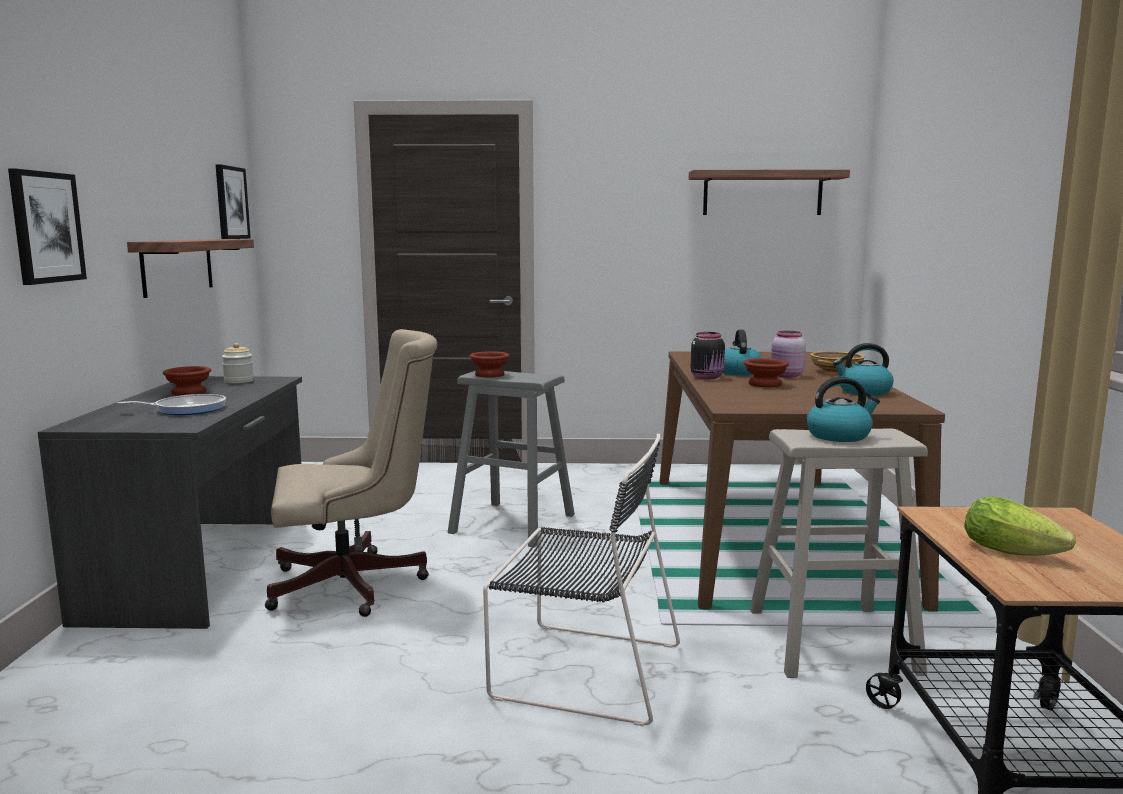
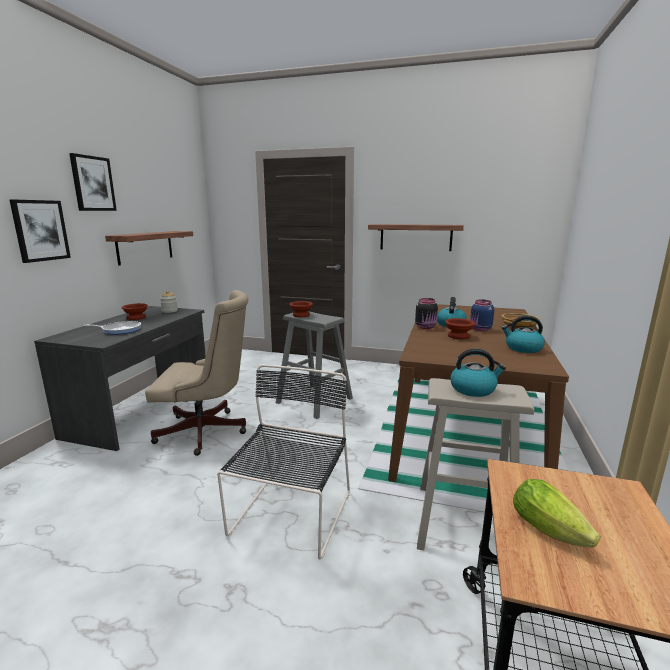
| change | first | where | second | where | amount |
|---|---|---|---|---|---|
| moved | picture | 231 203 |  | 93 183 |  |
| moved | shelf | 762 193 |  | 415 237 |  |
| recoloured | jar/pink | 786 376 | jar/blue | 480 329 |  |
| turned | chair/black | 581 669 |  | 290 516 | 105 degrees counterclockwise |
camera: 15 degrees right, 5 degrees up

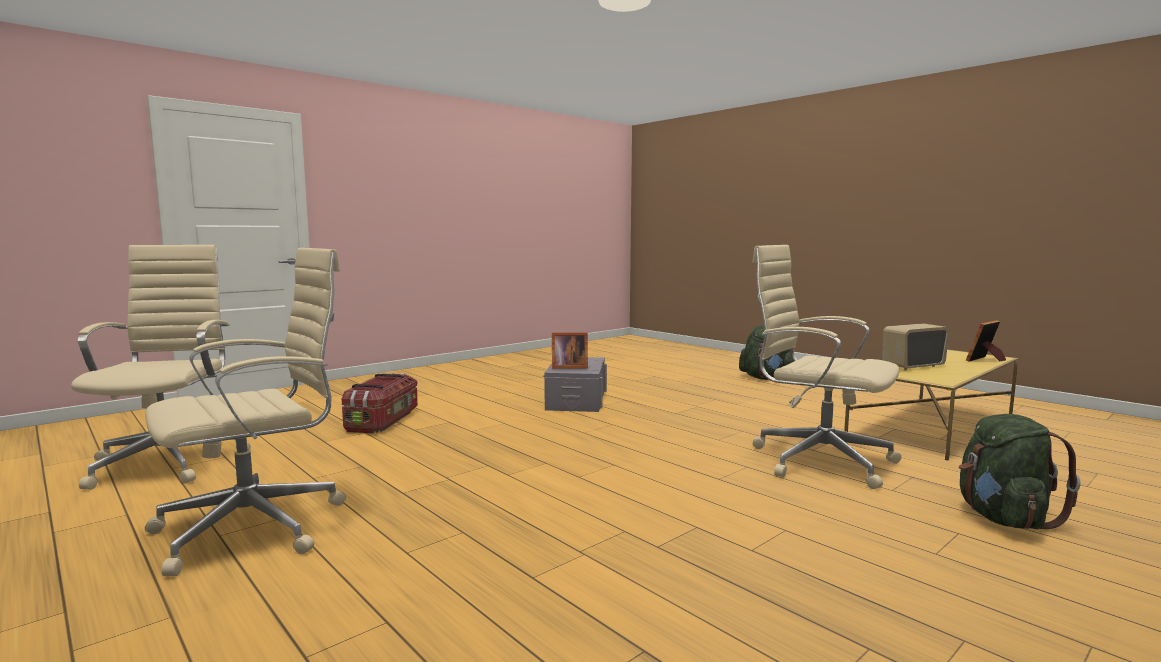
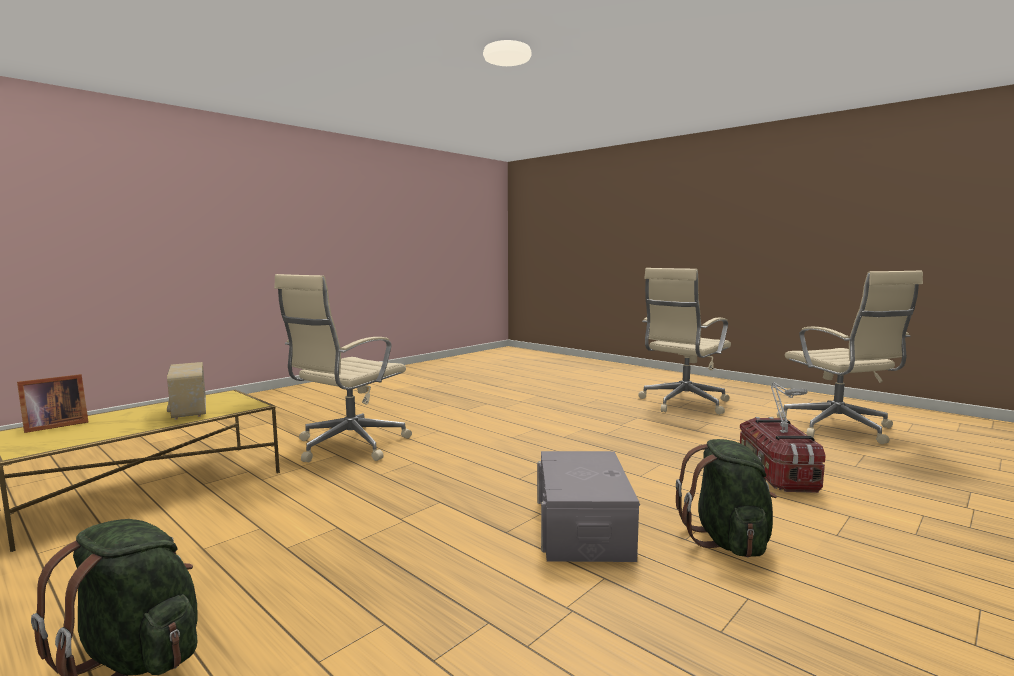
| change | first | where | second | where | amount |
|---|---|---|---|---|---|
| turned | office chair/beige | 818 460 |  | 348 446 | 90 degrees clockwise |
| turned | radio | 912 366 |  | 188 412 | 90 degrees clockwise |
| removed | picture frame | 568 367 |  |  |  |
| moved | backpack/green | 1003 518 |  | 727 540 |  |
| added |  |  | table lamp/grey | 782 431 |  |
camera: 175 degrees right, 0 degrees up

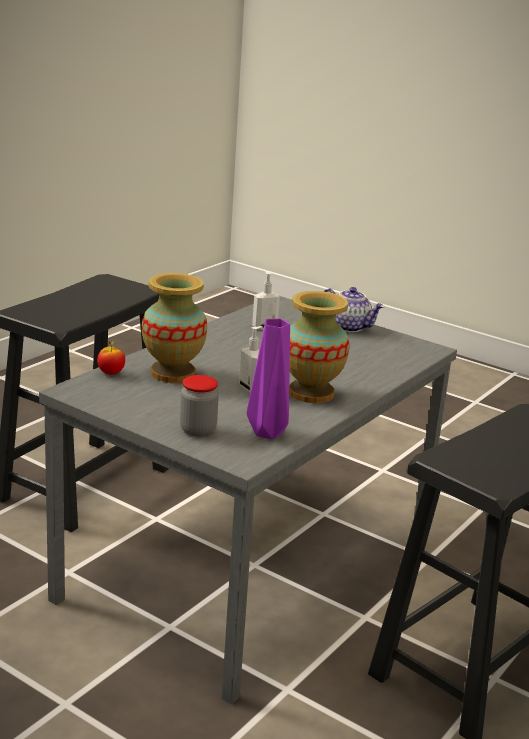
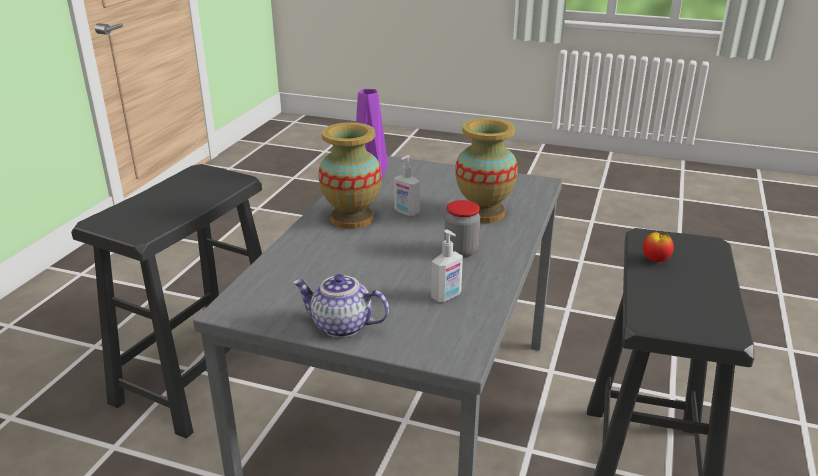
| change | first | where | second | where | amount |
|---|---|---|---|---|---|
| moved | apple | 111 373 |  | 655 260 |  |
| moved | jar | 198 430 |  | 461 251 |  |
camera: 165 degrees right, 5 degrees up

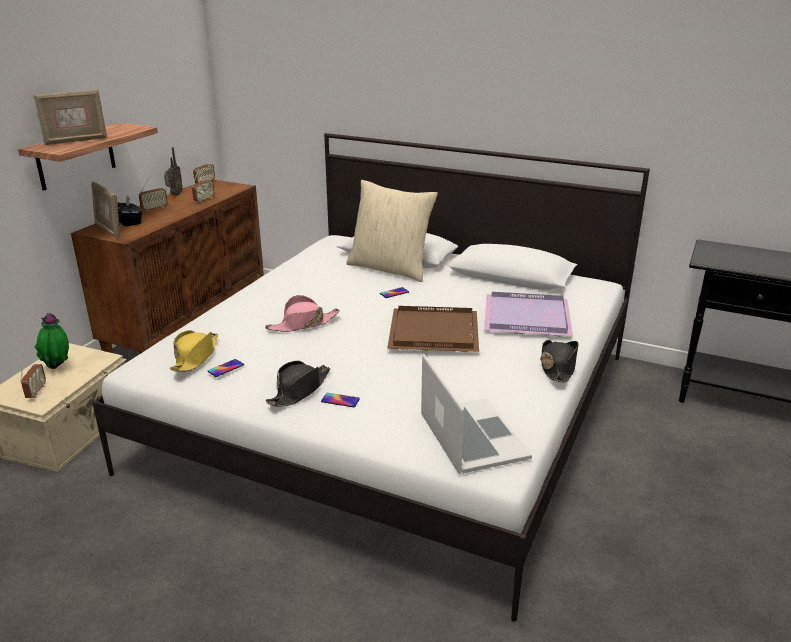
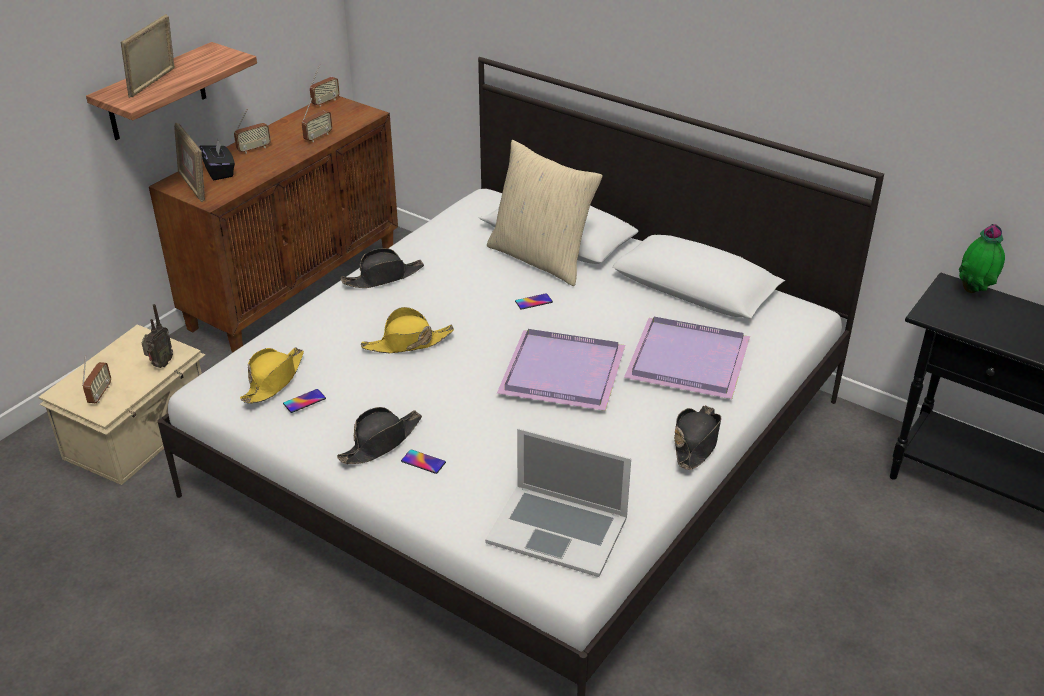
| change | first | where | second | where | amount |
|---|---|---|---|---|---|
| turned | picture frame | 76 141 |  | 154 83 | 135 degrees clockwise |
| moved | radio | 174 195 |  | 160 365 |  |
| recoloured | hat/pink | 303 324 | hat/yellow | 407 343 |  |
| recoloured | tray/brown | 435 333 | tray/purple | 564 374 |  |
| moved | potted plant | 58 367 |  | 974 291 |  |
| turned | laptop | 472 435 |  | 557 529 | 120 degrees clockwise |
| added |  |  | hat/black | 383 277 |  |
camera: 10 degrees right, 10 degrees up

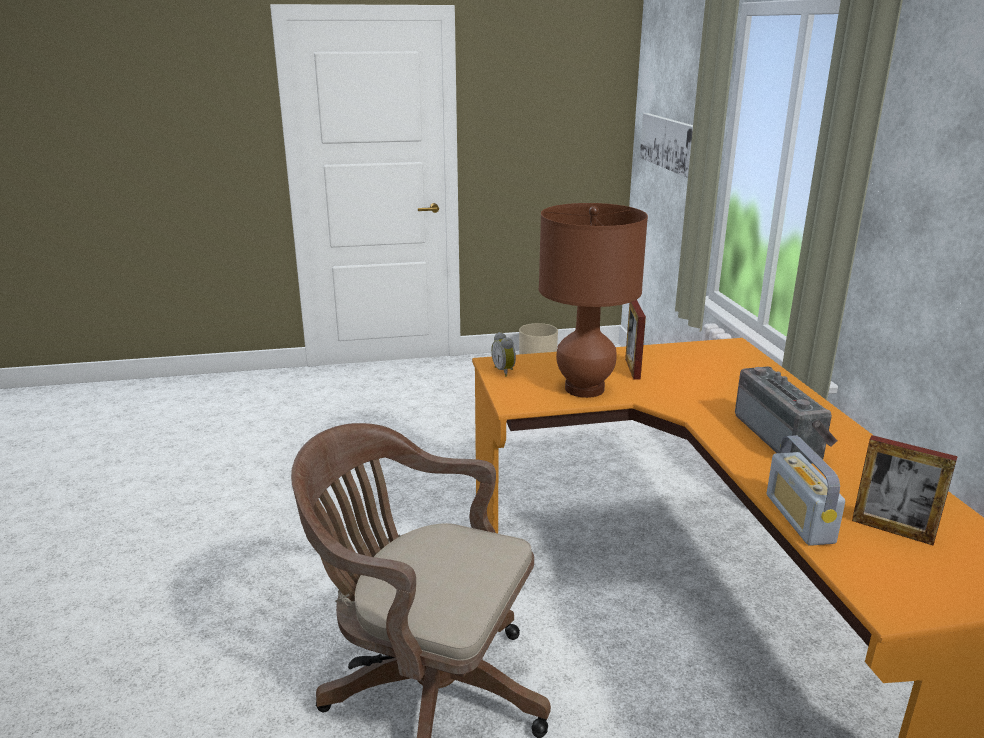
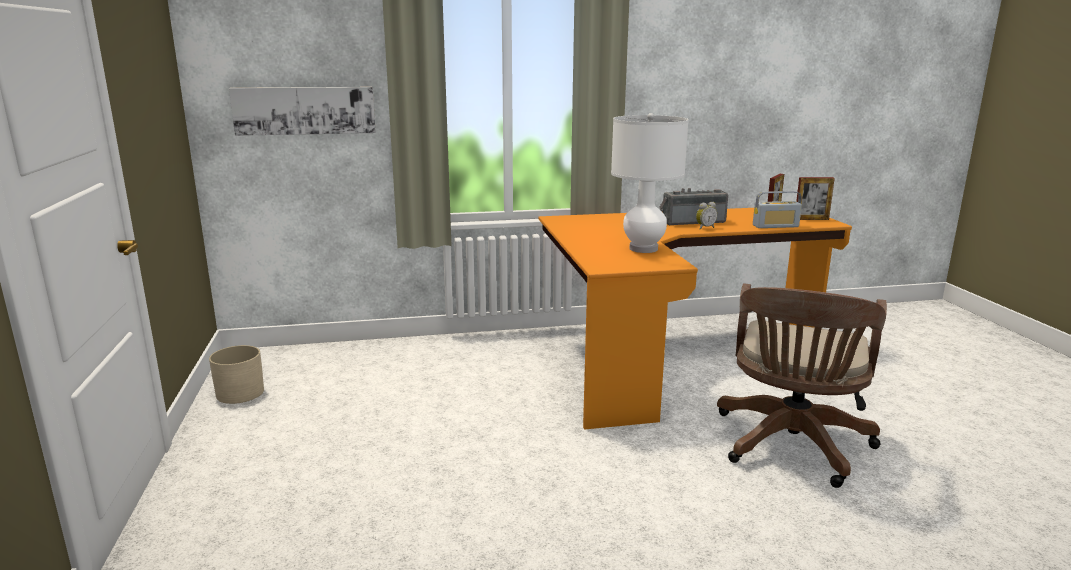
| change | first | where | second | where | amount |
|---|---|---|---|---|---|
| recoloured | table lamp/brown | 584 389 | table lamp/white | 643 249 |  |
| moved | picture frame | 632 368 |  | 811 219 |  |
| moved | alarm clock | 505 371 |  | 704 228 |  |
camera: 90 degrees left, 5 degrees down

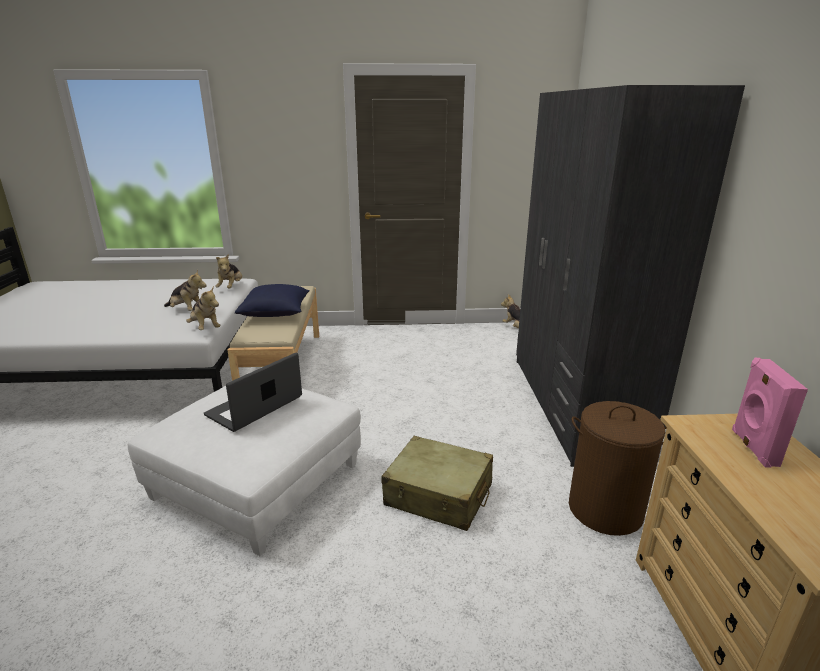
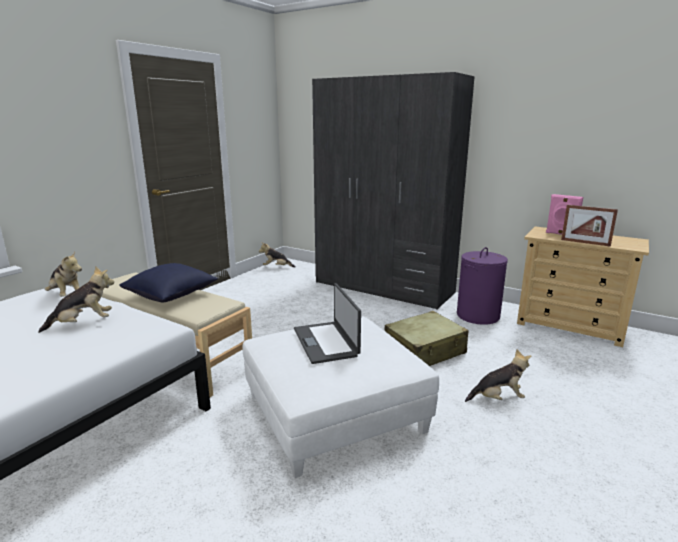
| change | first | where | second | where | amount |
|---|---|---|---|---|---|
| moved | plush toy | 205 328 |  | 498 398 |  |
| recoloured | laundry basket/brown | 605 509 | laundry basket/purple | 478 315 |  |
| added |  |  | picture frame | 585 243 |  |
camera: 55 degrees left, 5 degrees down

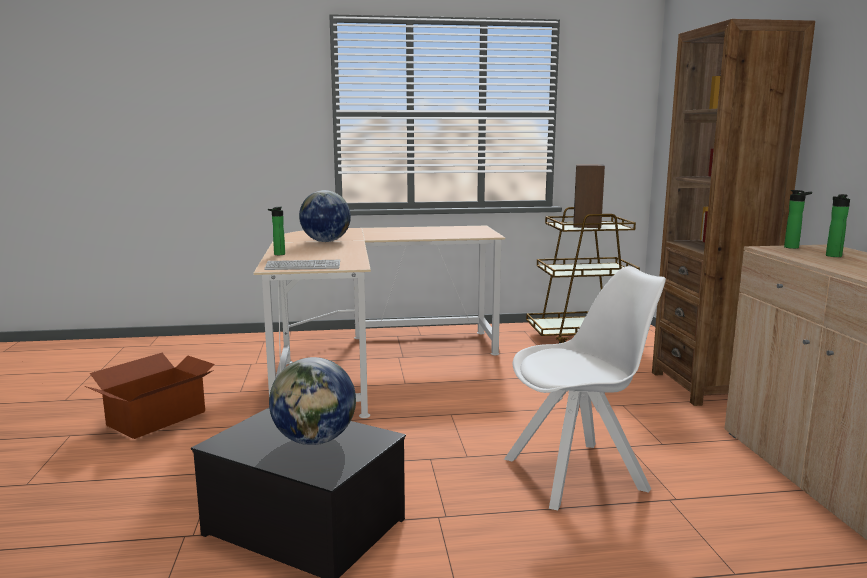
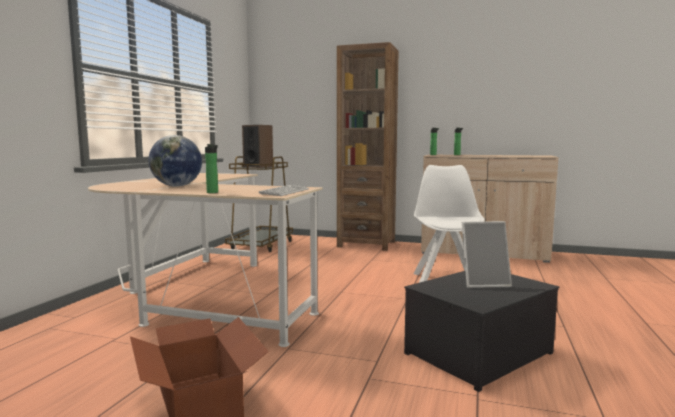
| change | first | where | second | where | amount |
|---|---|---|---|---|---|
| replaced | globe | 315 440 | picture frame | 484 283 |  |
camera: 65 degrees left, 5 degrees down

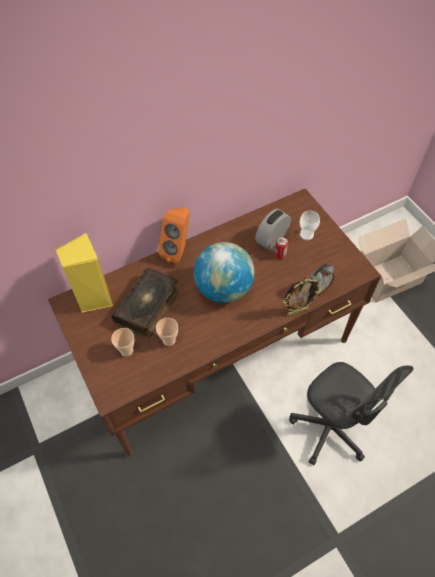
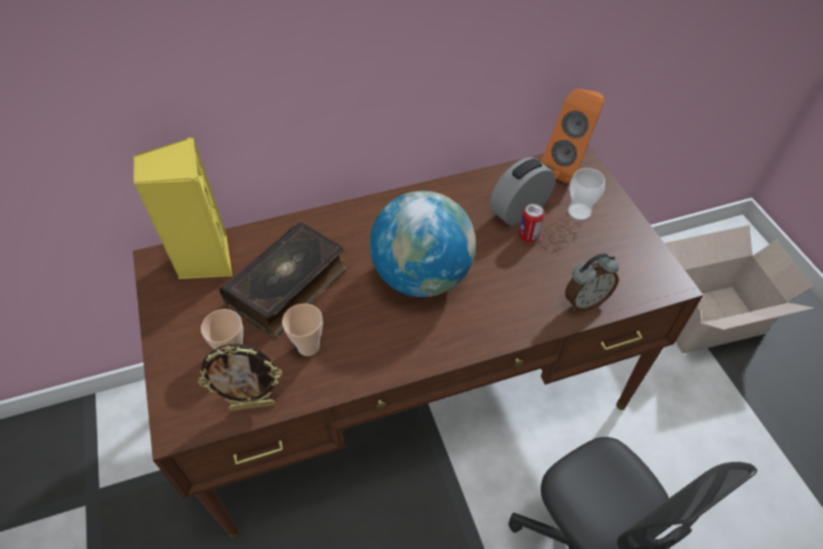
| change | first | where | second | where | amount |
|---|---|---|---|---|---|
| moved | speaker/orange | 178 251 |  | 568 167 |  |
| moved | picture frame | 297 311 |  | 253 405 |  |
camera: 10 degrees right, 5 degrees down

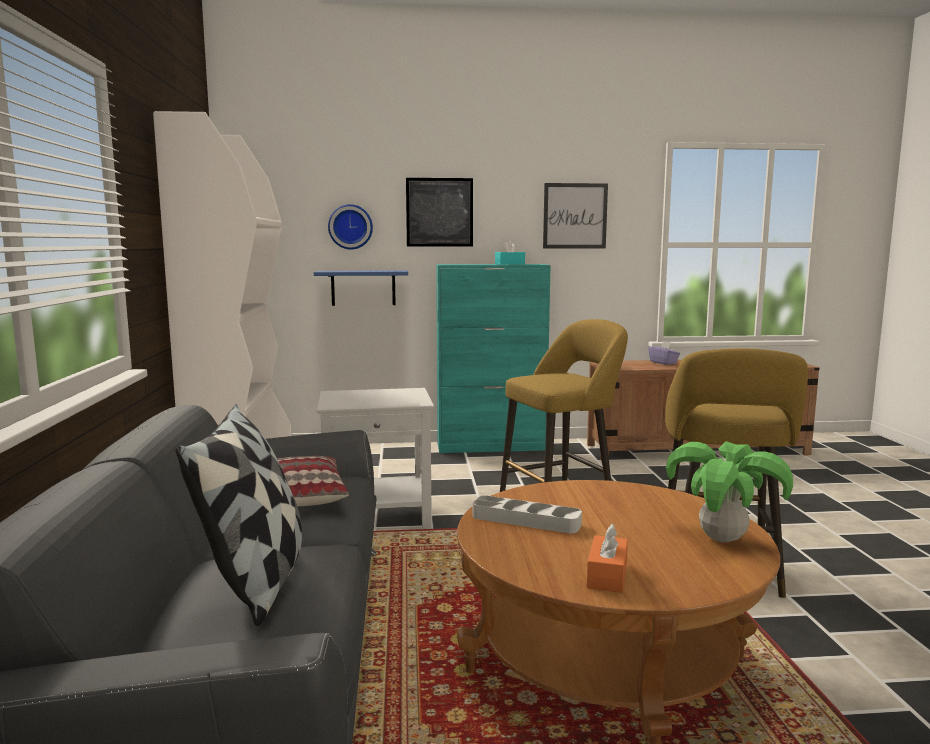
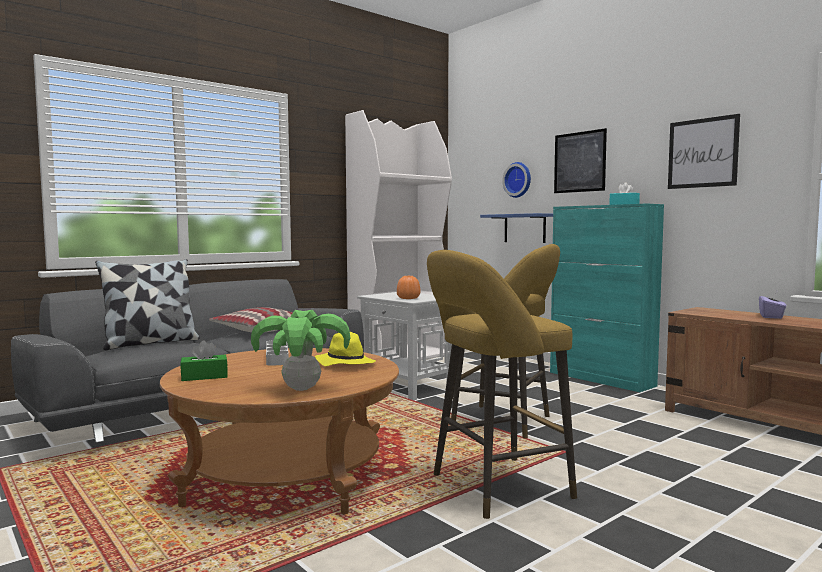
| change | first | where | second | where | amount |
|---|---|---|---|---|---|
| recoloured | tissue box/orange | 607 575 | tissue box/green | 204 376 |  |
| added |  |  | vase/orange | 408 298 |  |
| added |  |  | hat/yellow | 345 363 |  |
camera: 55 degrees right, 5 degrees down

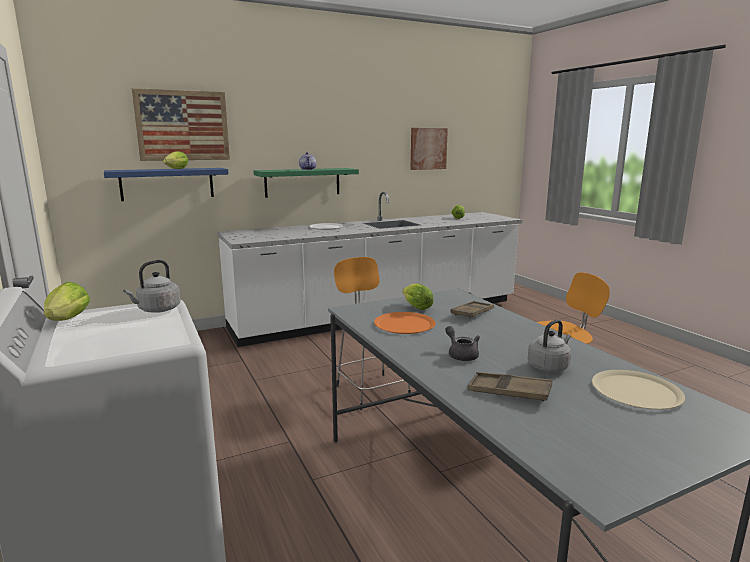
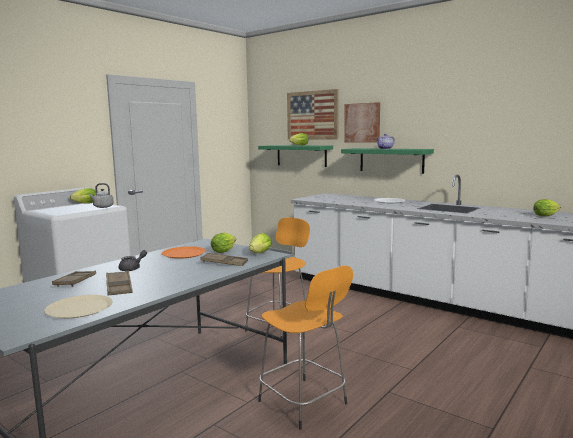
| change | first | where | second | where | amount |
|---|---|---|---|---|---|
| moved | picture | 428 148 |  | 362 123 |  |
| recoloured | shelf/blue | 167 184 | shelf/green | 301 155 |  |
| replaced | kettle/grey | 549 366 | tray/brown | 119 287 |  |
| added |  |  | lettuce | 259 254 |  |
camera: 65 degrees right, 5 degrees down

